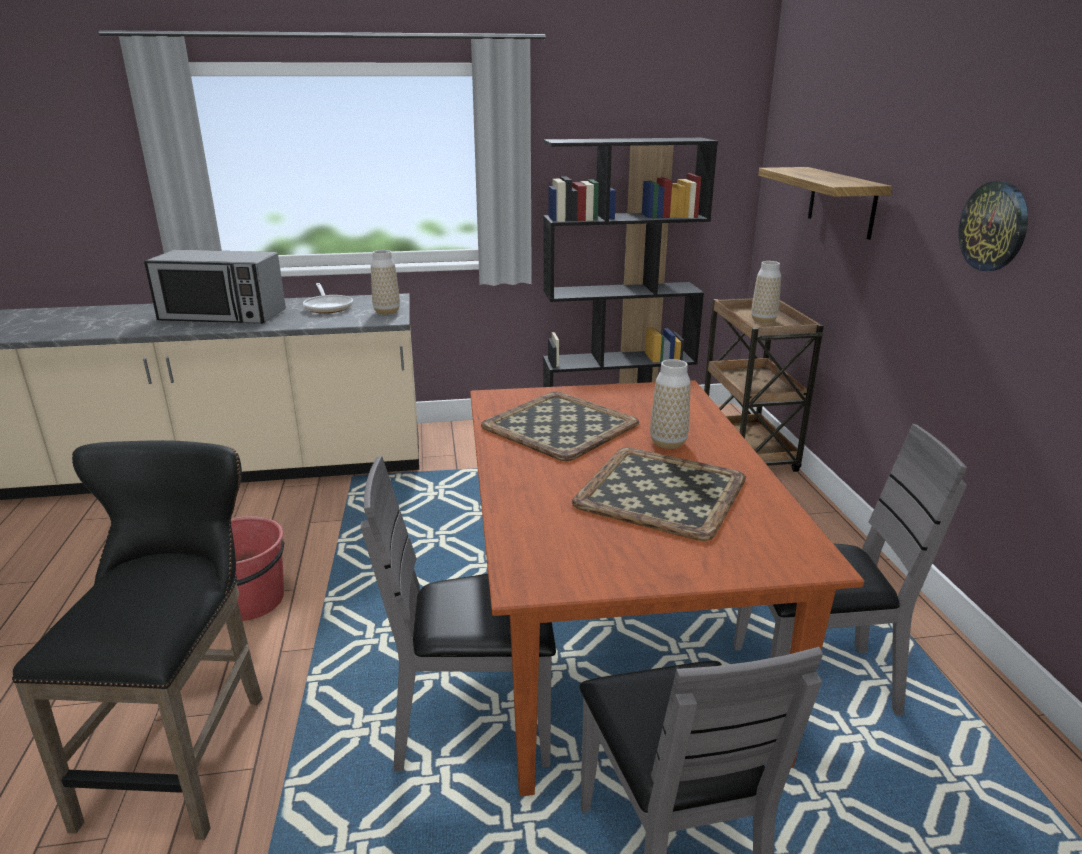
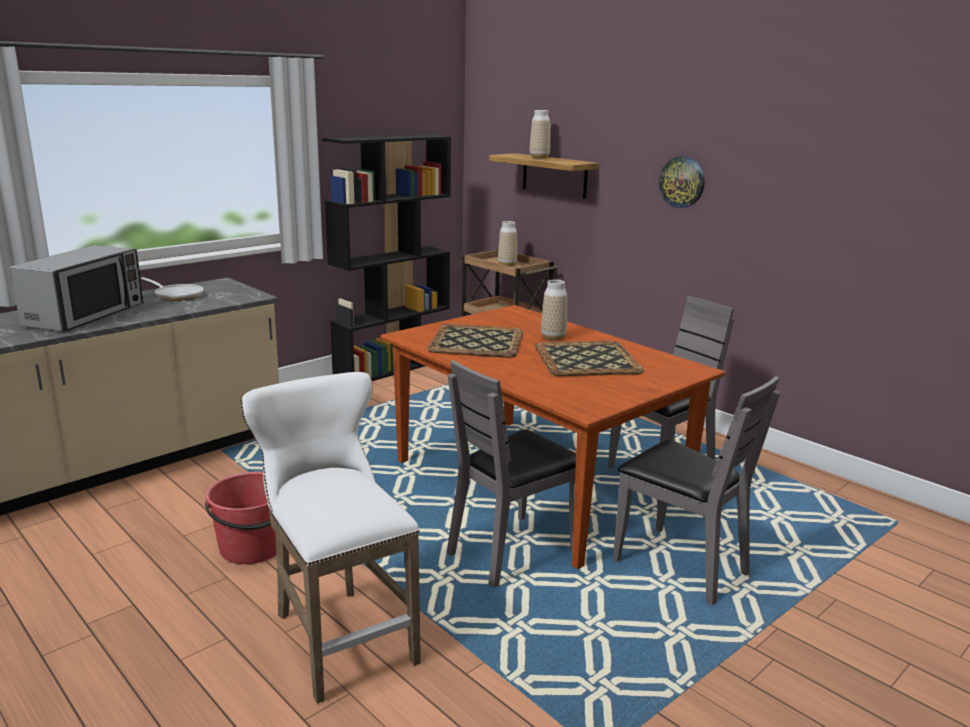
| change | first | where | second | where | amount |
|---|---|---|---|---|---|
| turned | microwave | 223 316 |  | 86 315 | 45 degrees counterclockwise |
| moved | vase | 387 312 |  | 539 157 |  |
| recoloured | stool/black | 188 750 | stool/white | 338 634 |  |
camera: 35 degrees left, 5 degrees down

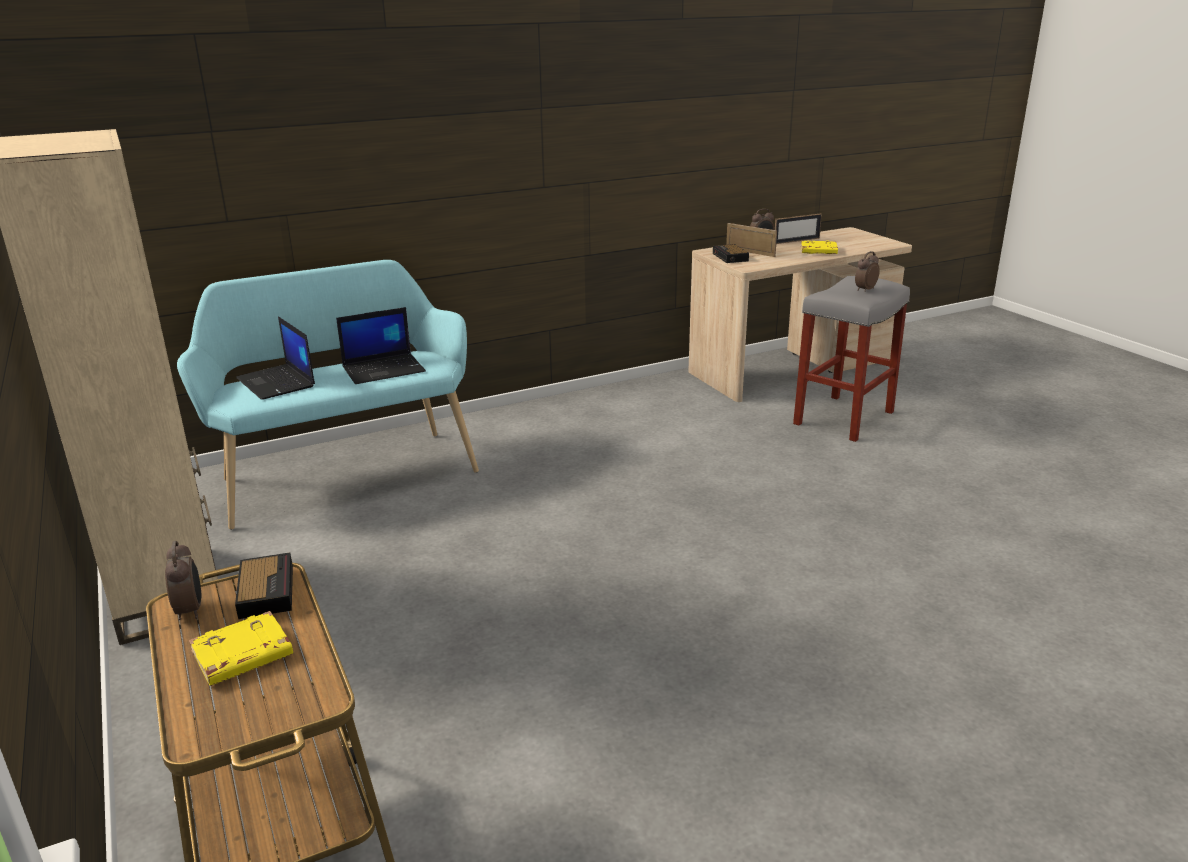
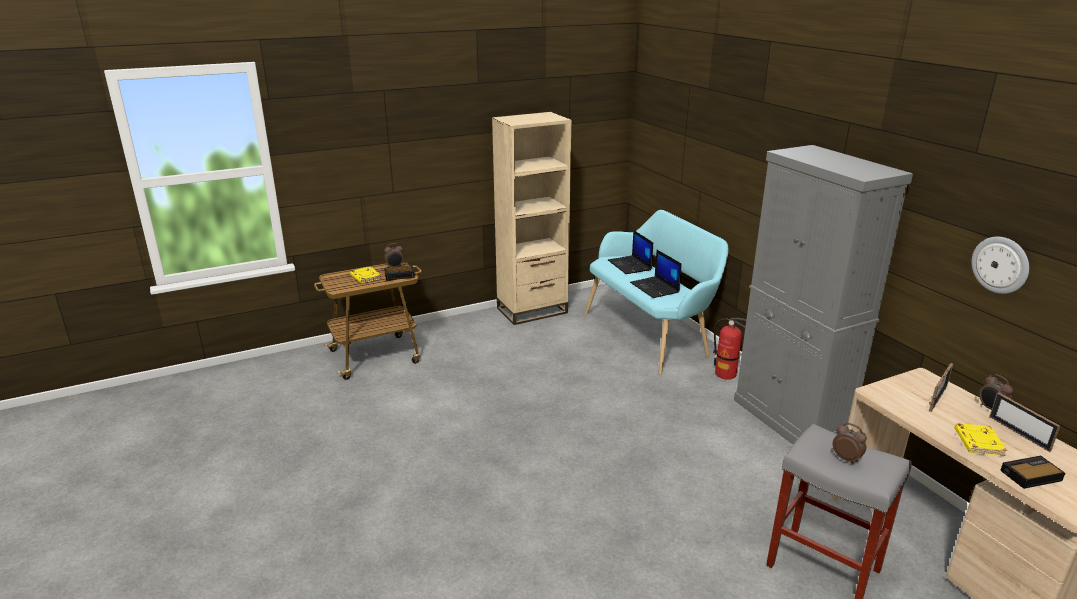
| change | first | where | second | where | amount |
|---|---|---|---|---|---|
| moved | alarm clock | 730 257 |  | 1029 476 |  |
| turned | laptop | 277 382 |  | 630 265 | 75 degrees counterclockwise |
| added |  |  | cabinet/grey | 790 420 |  |
| added |  |  | wall clock | 1000 264 |  |
| added |  |  | fire extinguisher | 725 374 |  |
camera: 90 degrees right, 0 degrees up

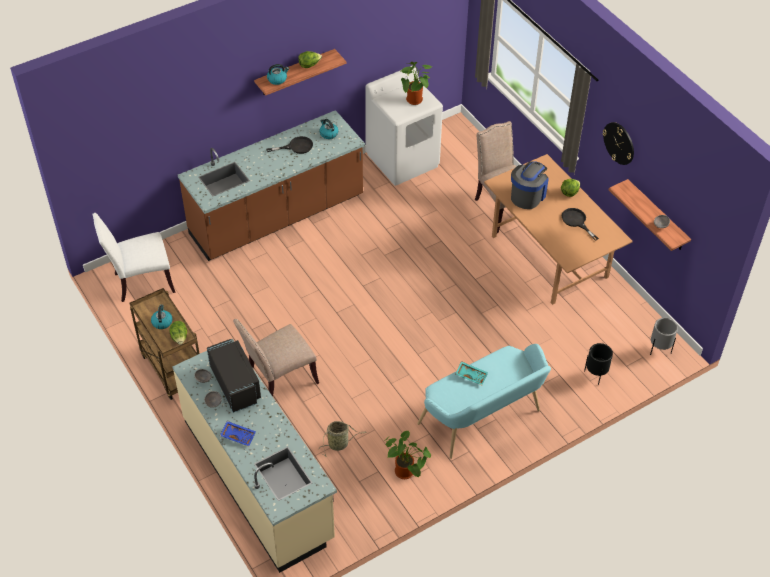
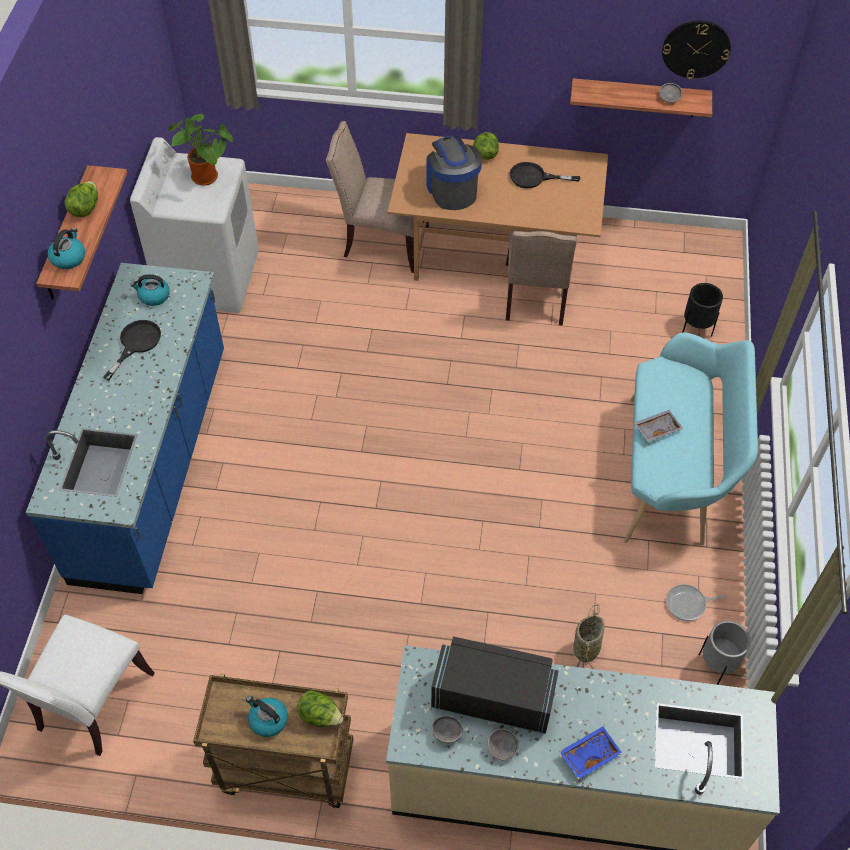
| change | first | where | second | where | amount |
|---|---|---|---|---|---|
| recoloured | counter/brown | 277 217 | counter/blue | 153 464 |  |
| moved | wall clock | 619 143 |  | 696 49 |  |
| moved | planter/grey | 659 349 |  | 716 665 |  |
| moved | chair/beige | 279 380 |  | 536 297 |  |
| recoloured | tray/turquoise | 471 375 | tray/grey | 656 428 |  |
| replaced | potted plant | 406 472 | frying pan | 688 604 |  |
camera: 50 degrees left, 5 degrees up

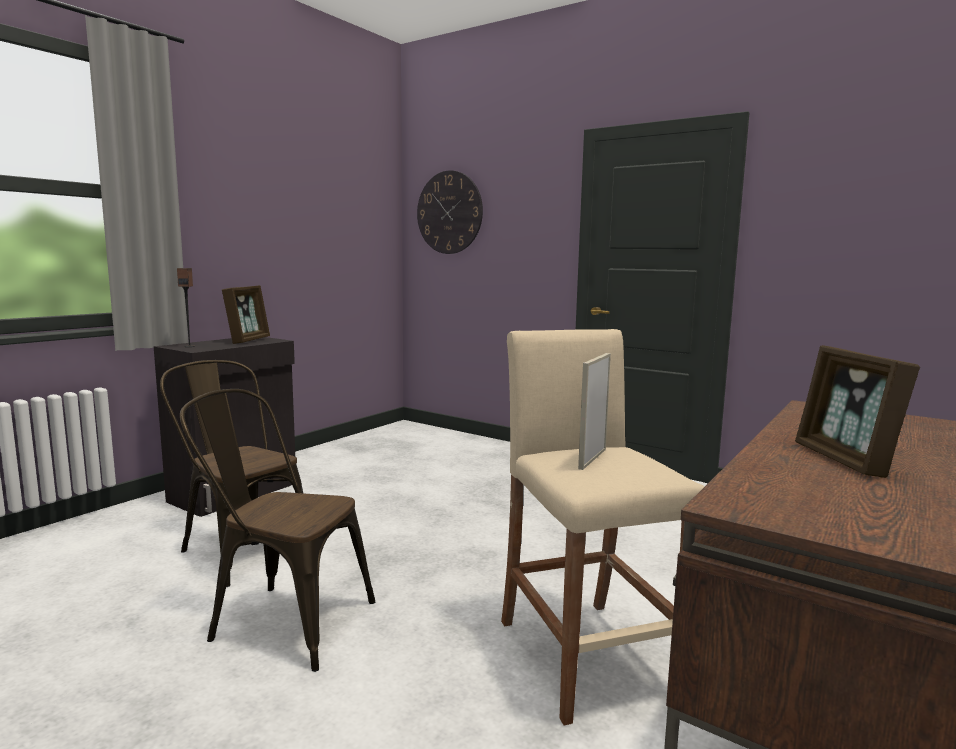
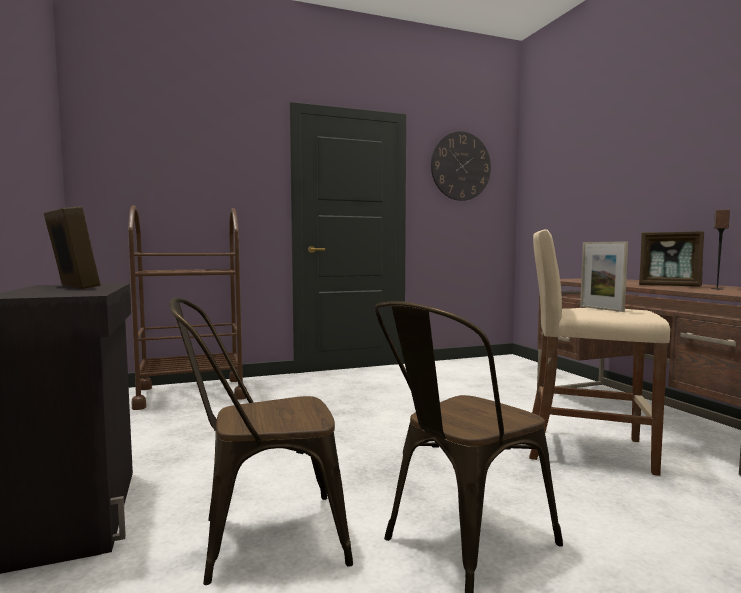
| change | first | where | second | where | amount |
|---|---|---|---|---|---|
| moved | wall clock | 449 212 |  | 460 166 |  |
| moved | speaker | 189 346 |  | 716 289 |  |
| added |  |  | cart/brown | 191 393 |  |
camera: 55 degrees left, 5 degrees down

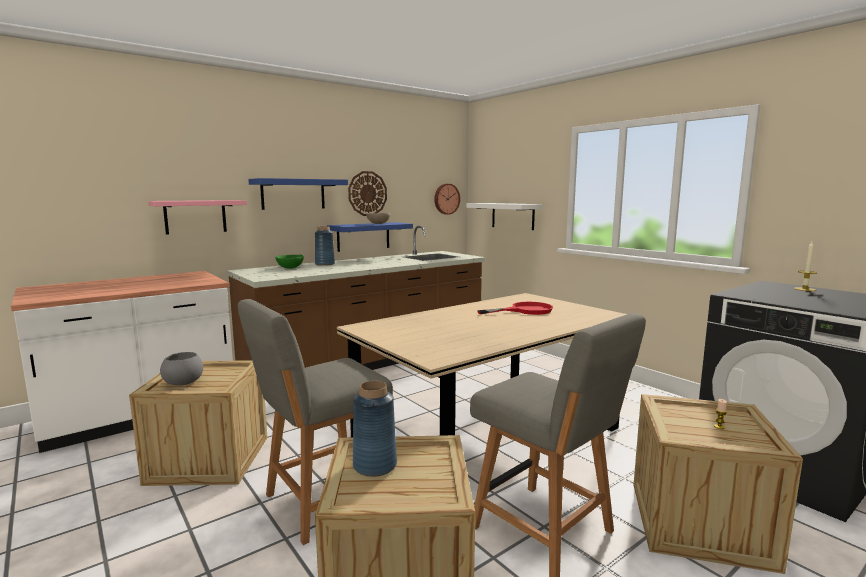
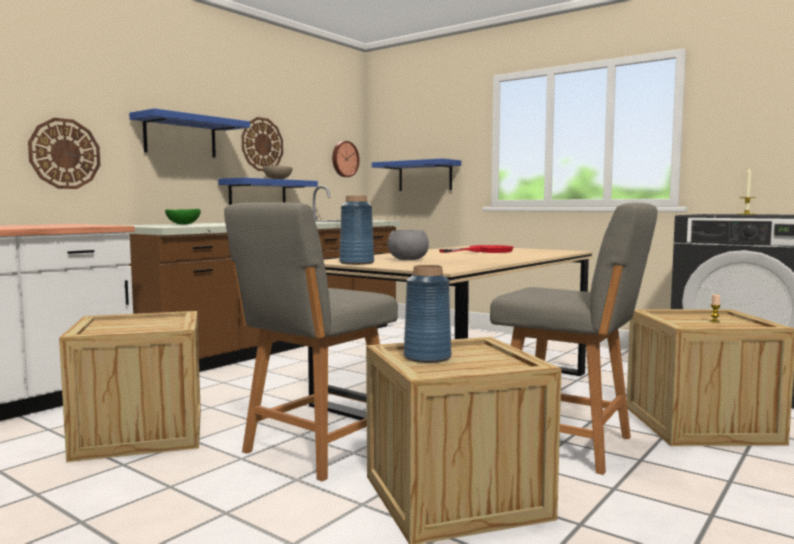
| change | first | where | second | where | amount |
|---|---|---|---|---|---|
| replaced | shelf/pink | 195 216 | wall clock | 65 154 |  |
| recoloured | shelf/white | 512 216 | shelf/blue | 425 176 |  |
| moved | vase/blue | 324 264 |  | 356 263 |  |
| moved | bowl/grey | 183 382 |  | 407 260 |  |
camera: 15 degrees left, 5 degrees down

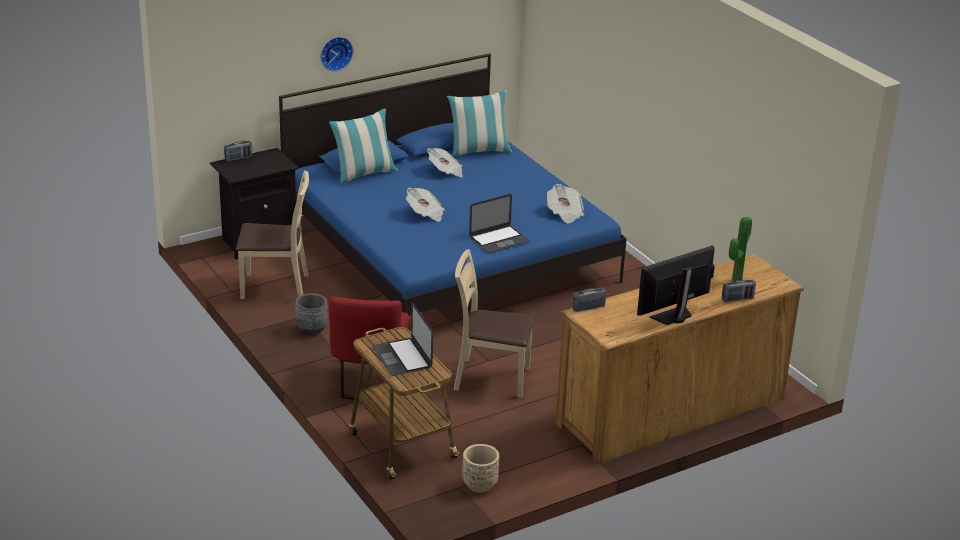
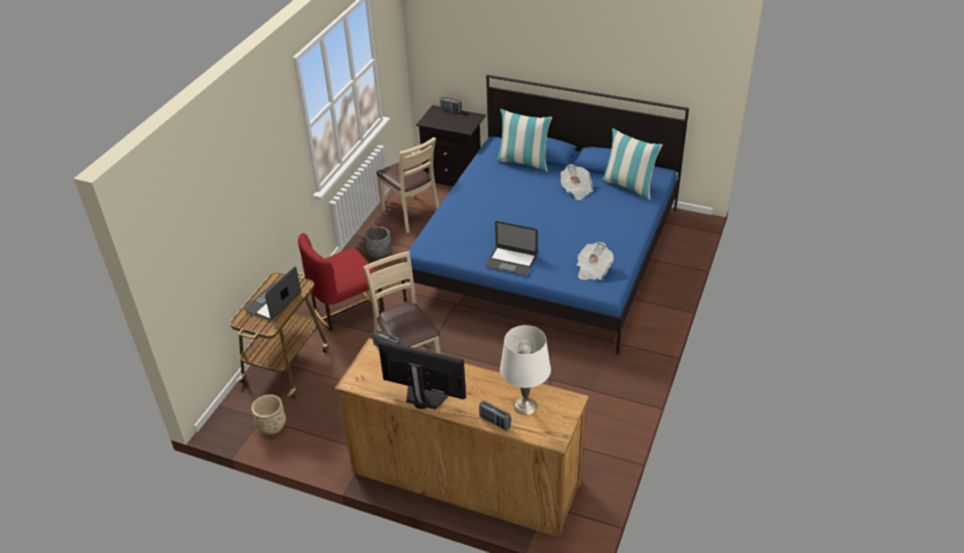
| change | first | where | second | where | amount |
|---|---|---|---|---|---|
| removed | wall clock | 335 53 |  |  |  |
| removed | newspaper | 425 214 |  |  |  |
| replaced | potted plant | 734 280 | table lamp/white | 525 405 |  |
camera: 55 degrees right, 10 degrees up

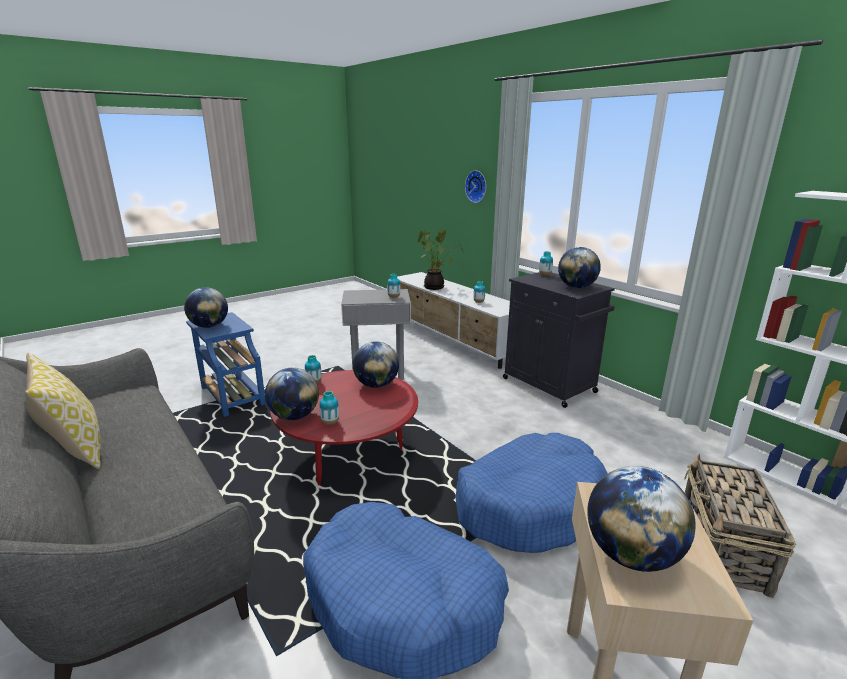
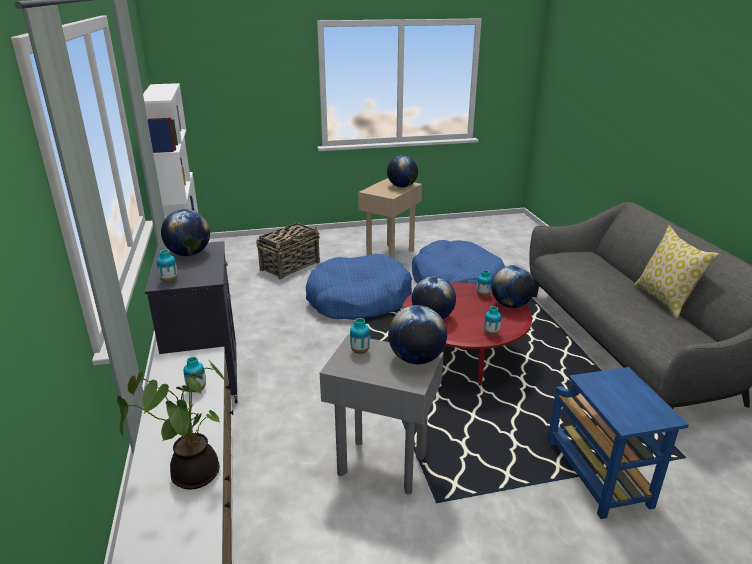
| change | first | where | second | where | amount |
|---|---|---|---|---|---|
| removed | wall clock | 477 186 |  |  |  |
| moved | globe | 209 326 |  | 416 359 |  |
camera: 155 degrees left, 5 degrees up

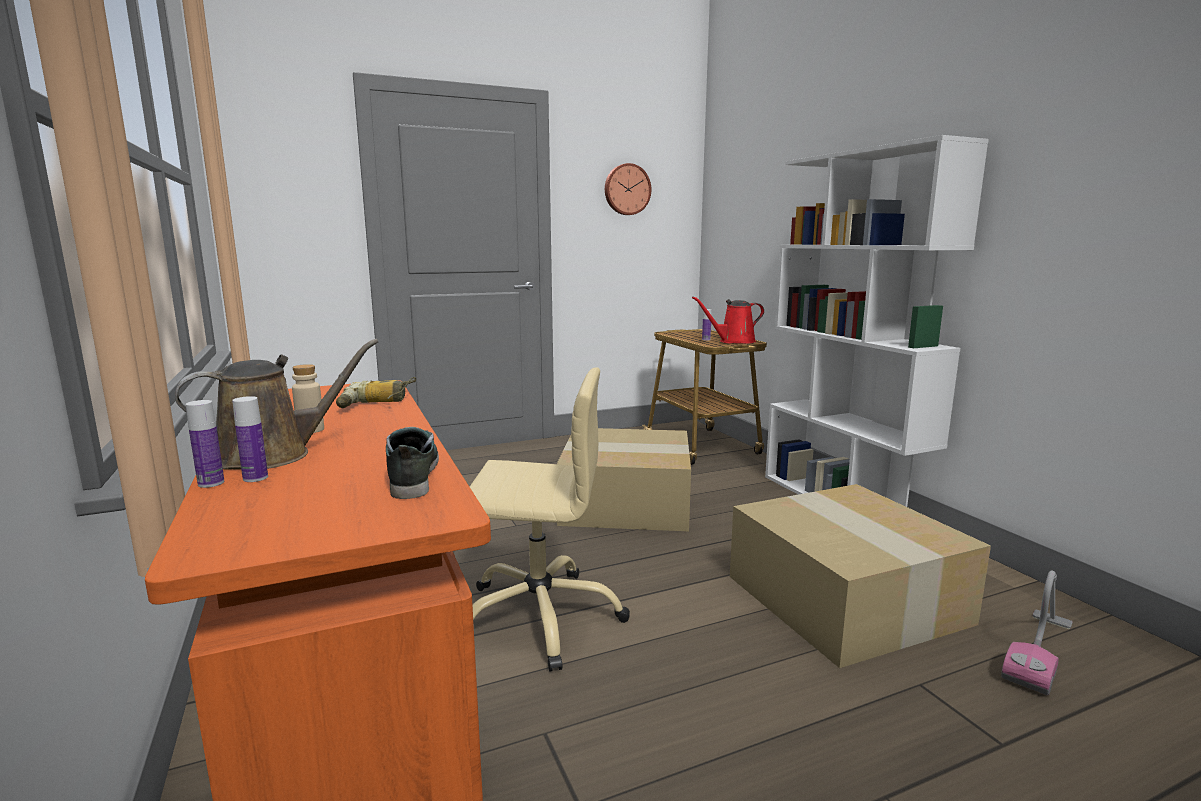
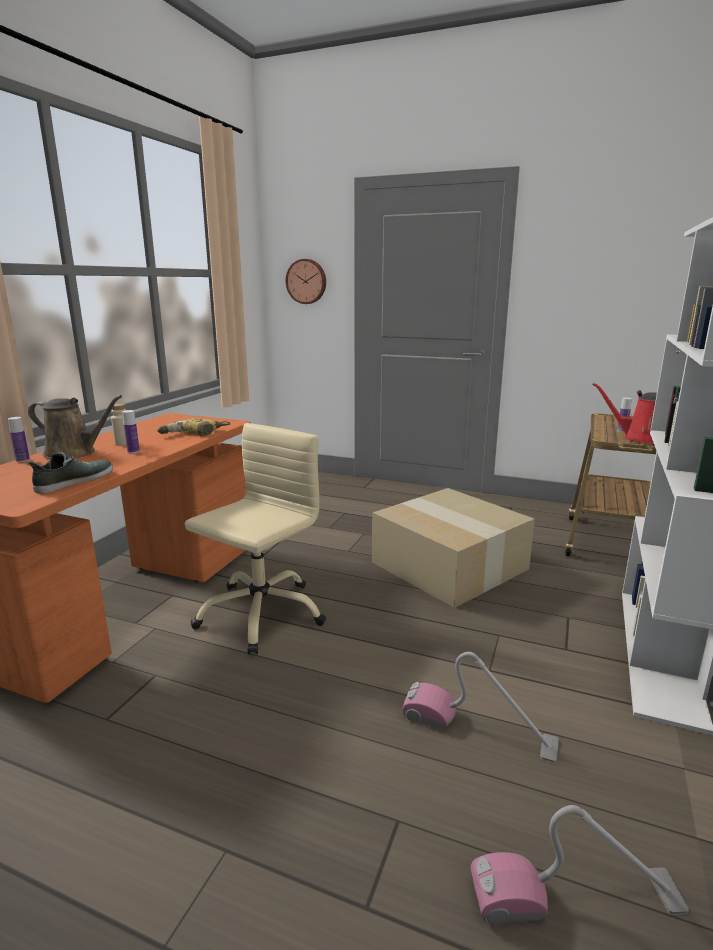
| change | first | where | second | where | amount |
|---|---|---|---|---|---|
| moved | wall clock | 626 189 |  | 306 281 |  |
| turned | office chair/beige | 540 616 |  | 260 613 | 105 degrees counterclockwise |
| moved | bottle | 255 478 |  | 133 451 |  |
| replaced | cardboard box | 849 600 | vacuum cleaner | 478 729 |  |
camera: 45 degrees right, 5 degrees up

